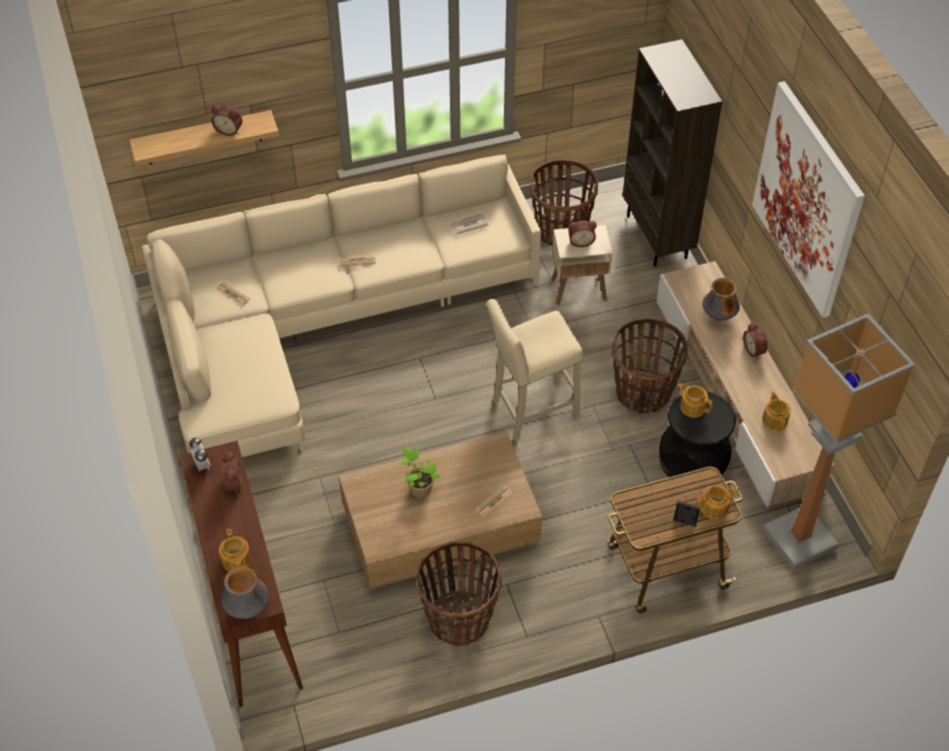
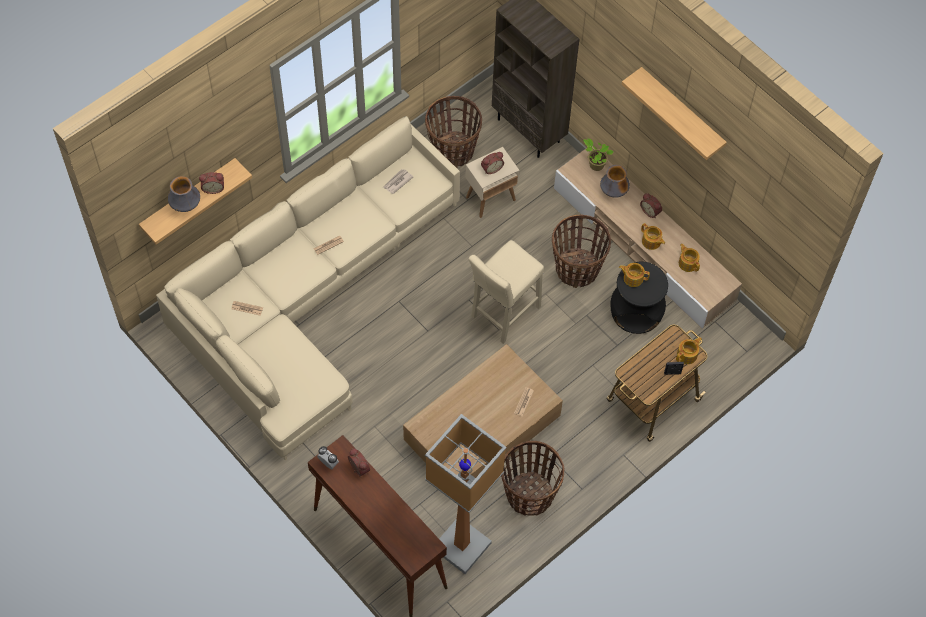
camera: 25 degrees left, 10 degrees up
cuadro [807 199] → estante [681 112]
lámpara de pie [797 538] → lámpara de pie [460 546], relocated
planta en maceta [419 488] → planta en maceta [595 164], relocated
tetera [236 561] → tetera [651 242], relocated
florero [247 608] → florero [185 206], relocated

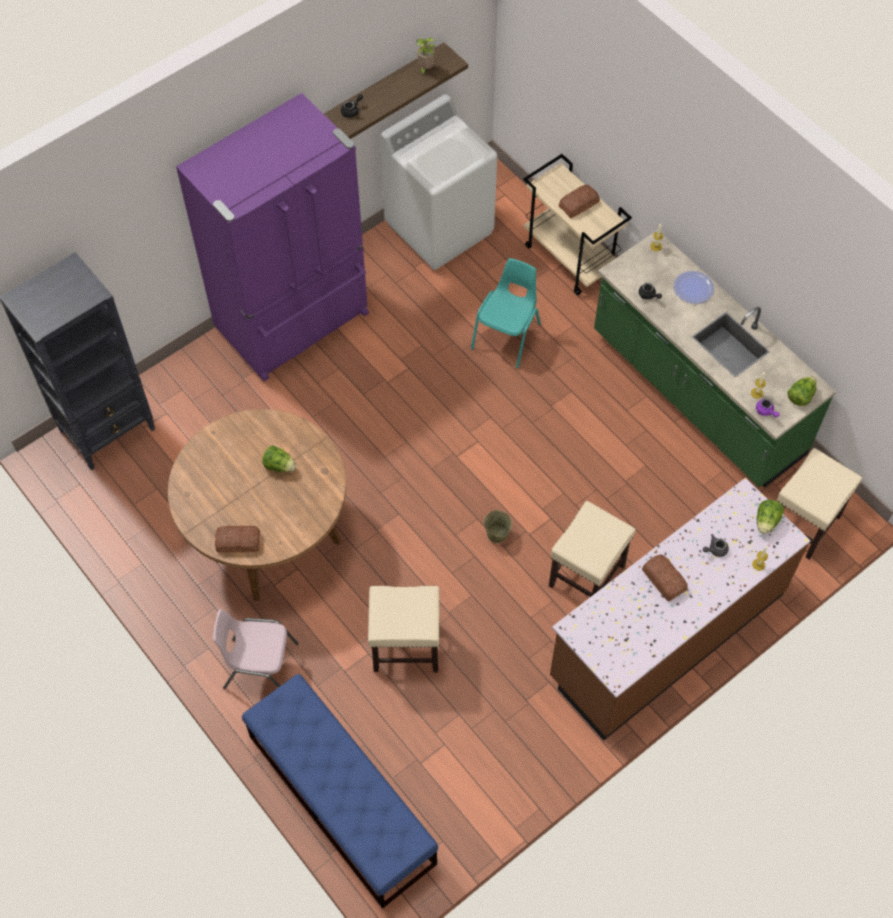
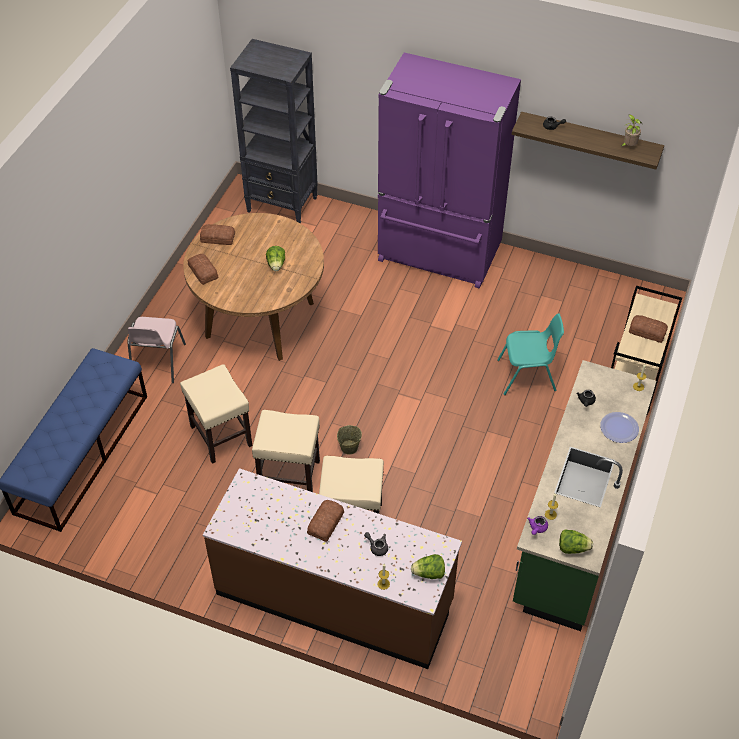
camera: 60 degrees right, 10 degrees down
lavadora/blanco [440 227] → -
taburete/beis [803 523] → taburete/beis [290 475], relocated
silla/rosa [259 666] → silla/rosa [157 362], 150 degrees counterclockwise
- → pan [218 238]

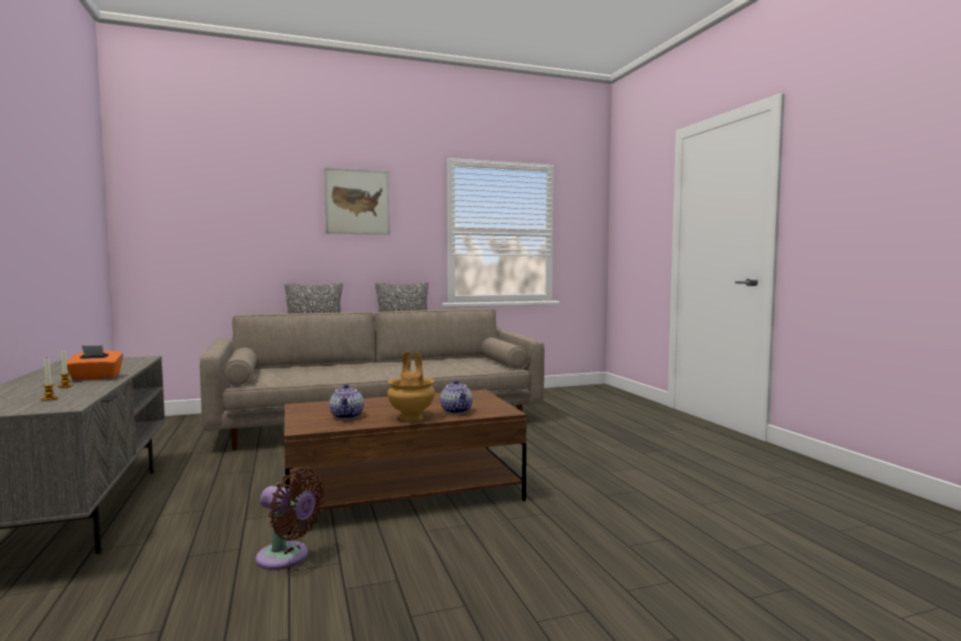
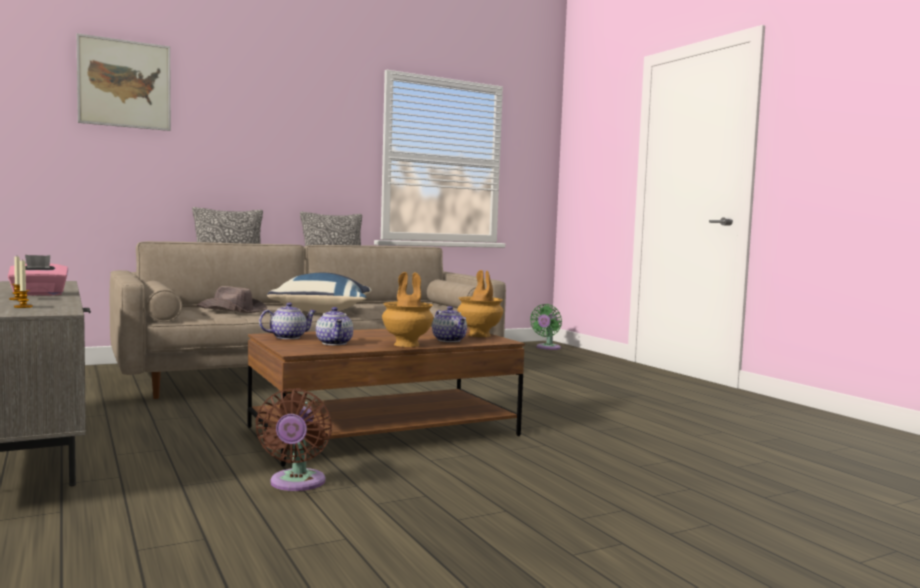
camera: 10 degrees left, 0 degrees up
cuadro [357 202] → cuadro [125 84], relocated
caja de pañuelos/naranja [95 378] → caja de pañuelos/rosa [39 294]
ventilador/marrón [287 558] → ventilador/marrón [296 483], 75 degrees clockwise
- → florero/marrón [480 335]
- → cojín/azul [323 312]
- → sombrero/marrón [232 310]
- → tetera [288 337]
- → ventilador/verde [547 348]

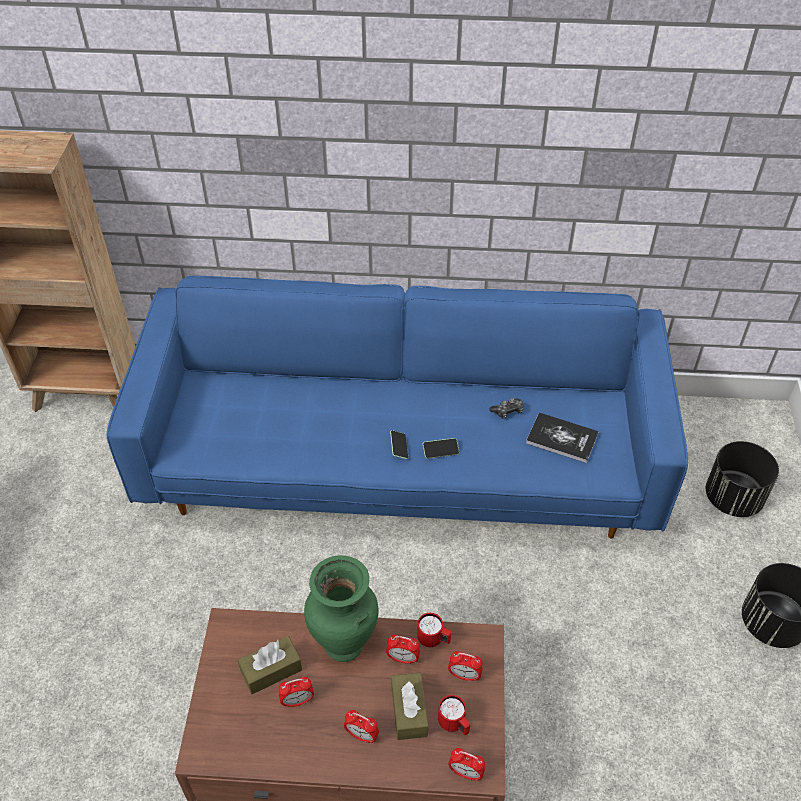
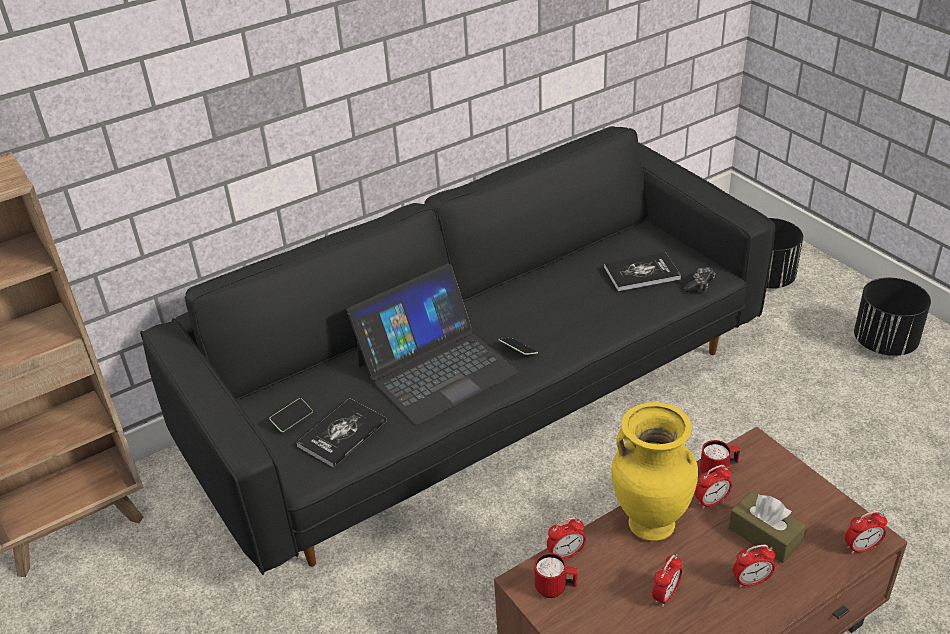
camera: 35 degrees left, 10 degrees down
sofá/azul [401 460] → sofá/negro [480 397]
mando de consola [508 411] → mando de consola [699 285], relocated
móvil [440 451] → móvil [292 419], relocated
florero/verde [345 643] → florero/amarillo [650 524]
caja de pañuelos/marrón [271 670] → -
despertador [464 675] → despertador [566 554], relocated
taza grande/rojo [454 724] → taza grande/rojo [555 589], relocated
- → portátil [435 368]
- → libro [342 434]

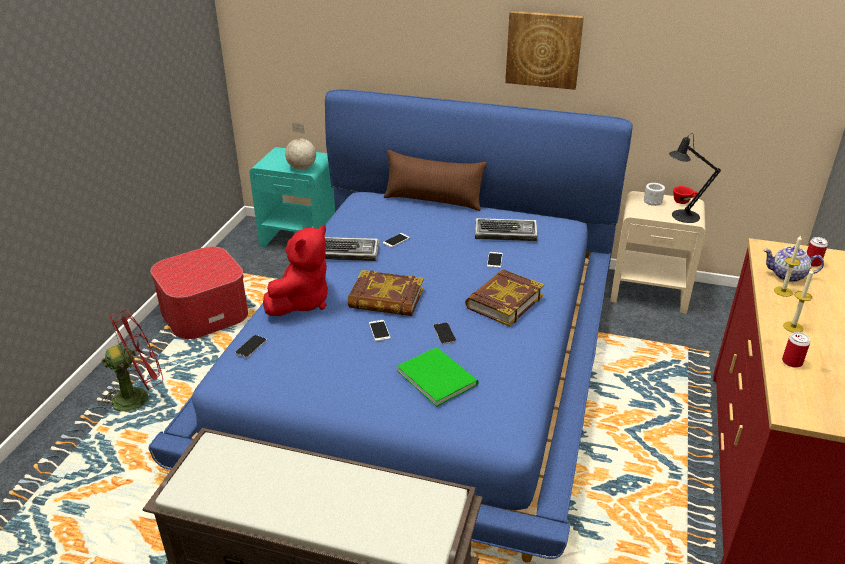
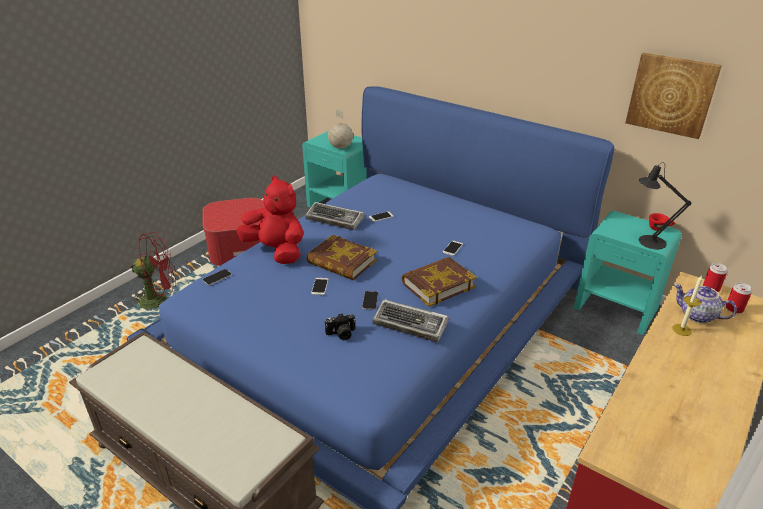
camera: 20 degrees right, 0 degrees up
cuadro [543 49] → cuadro [671 95], relocated
cojín/marrón [433 201] → -
taza grande/blanco [651 200] → -
mesita de noche/beis [650 292] → mesita de noche/turquesa [616 308]
teclado [506 233] → teclado [411 324], relocated
peluche/rojo [301 302] → peluche/rojo [276 251], 105 degrees counterclockwise
vela [793 327] → -
lata [792 362] → lata [711 288], relocated
libro/verde [437 376] → cámara [341 334]

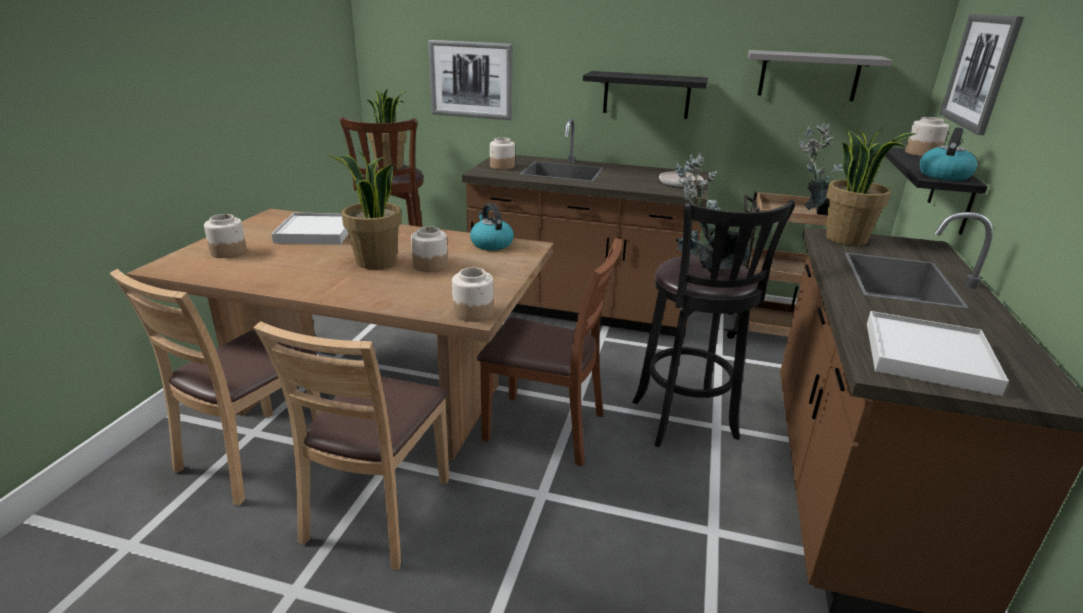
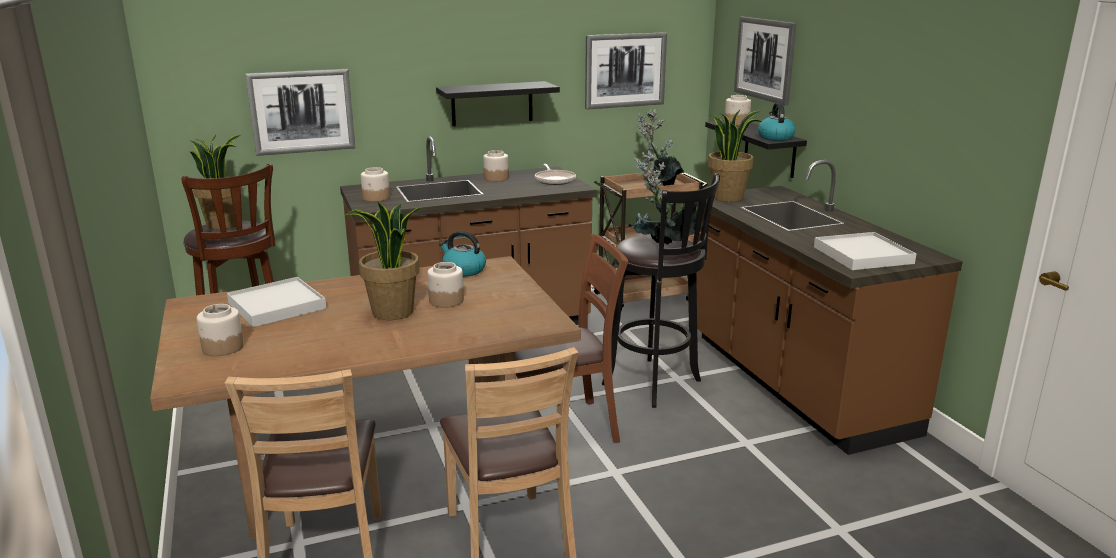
camera: 35 degrees left, 5 degrees down
estante/gris [809 75] → cuadro [625 70]
tarro [473 312] → tarro [496 178], relocated

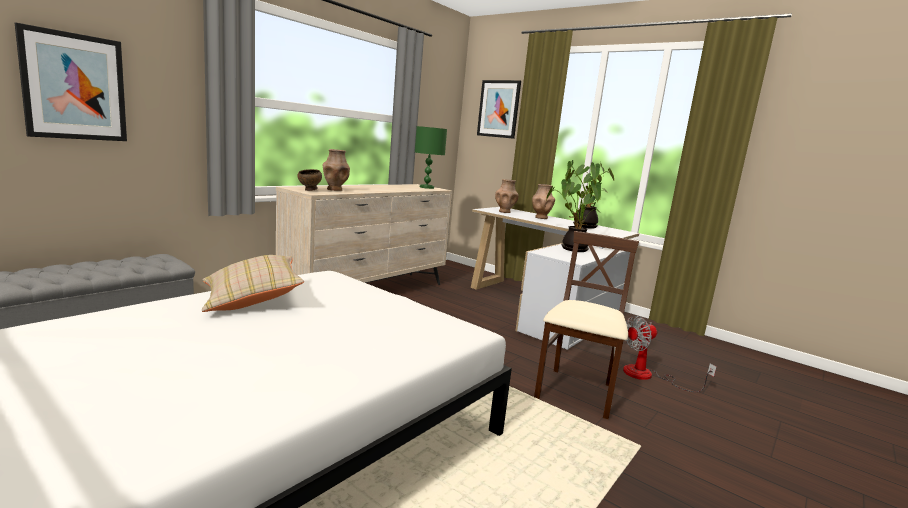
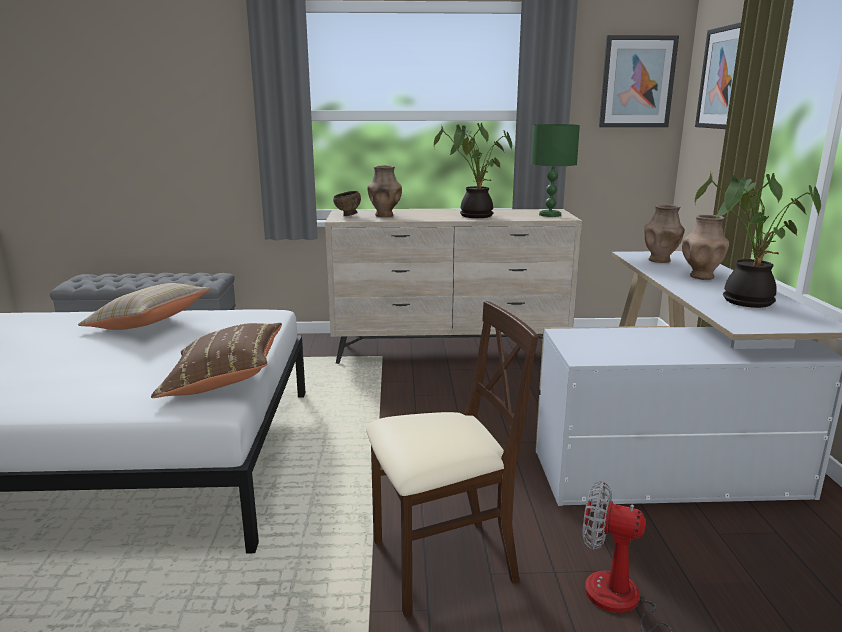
camera: 50 degrees right, 5 degrees up
cuadro [74 87] → cuadro [637 82], relocated
planta en maceta [571 249] → planta en maceta [474 215], relocated
- → cojín/marrón [224 380]

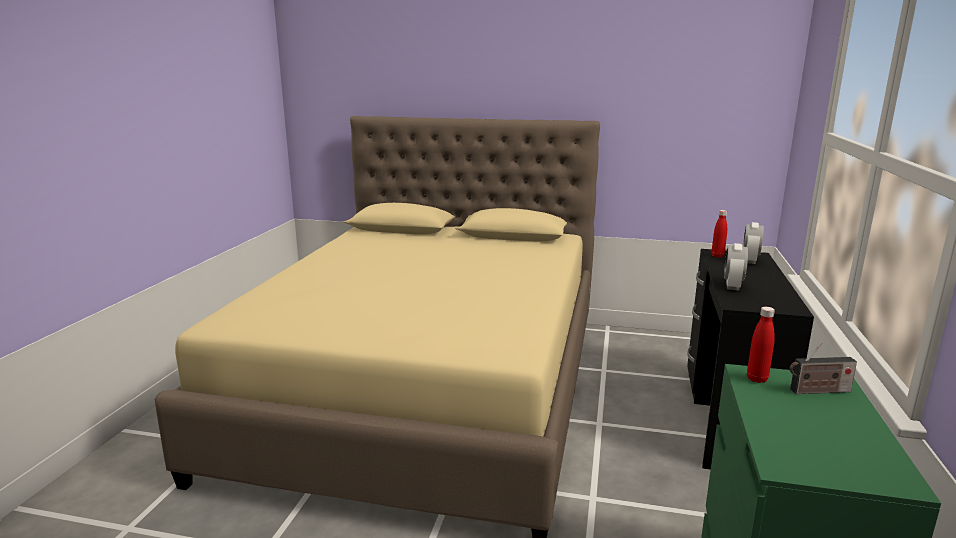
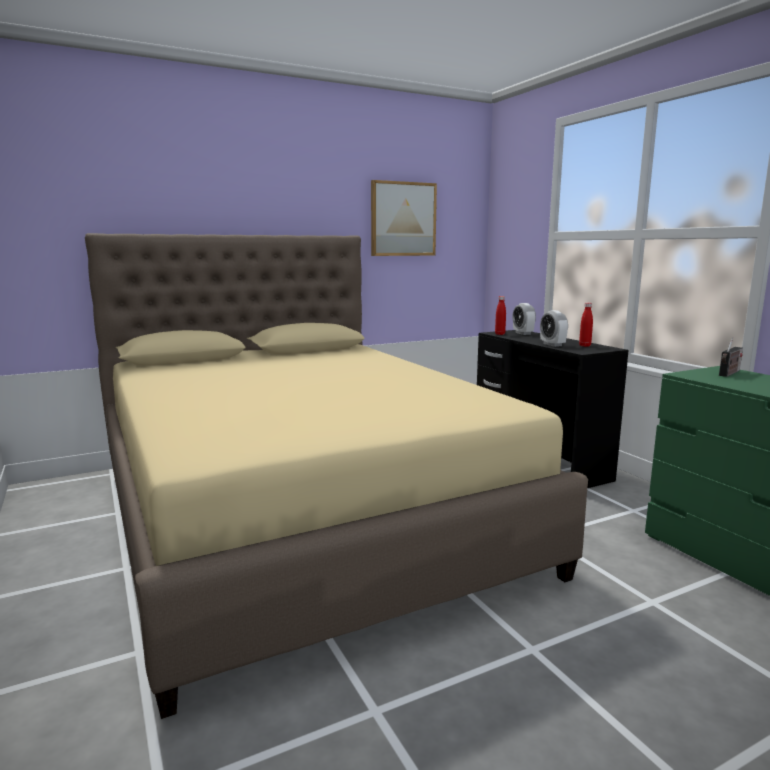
camera: 40 degrees left, 5 degrees down
botella/rojo [757 379] → botella/rojo [585 345], relocated
- → cuadro [403 219]

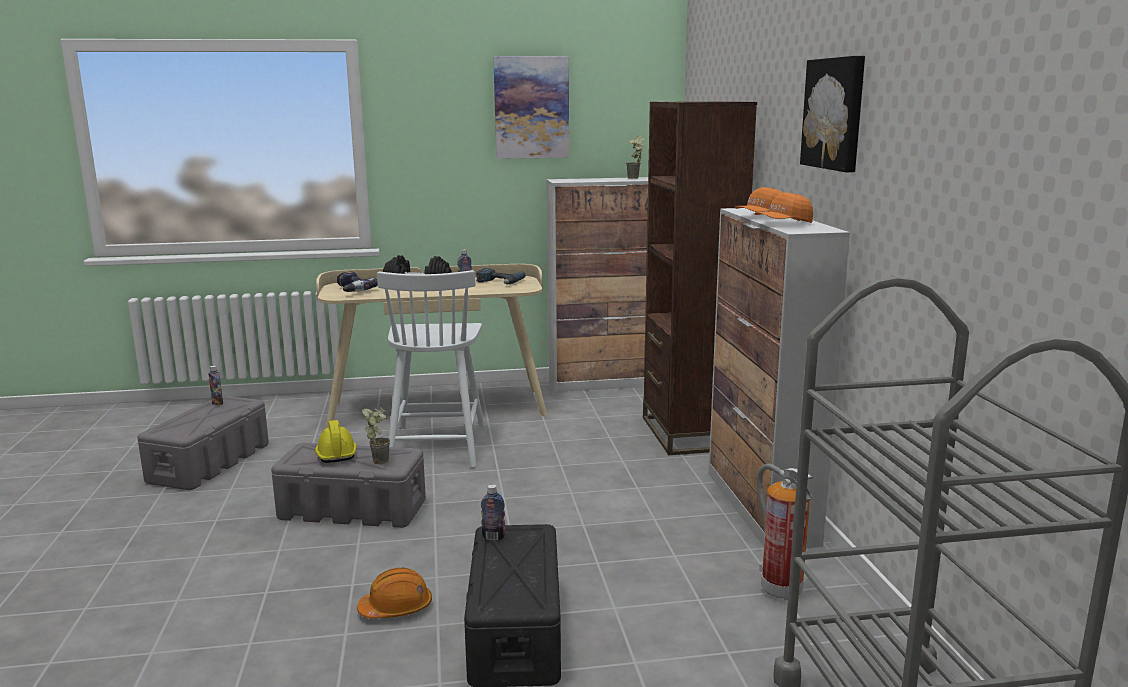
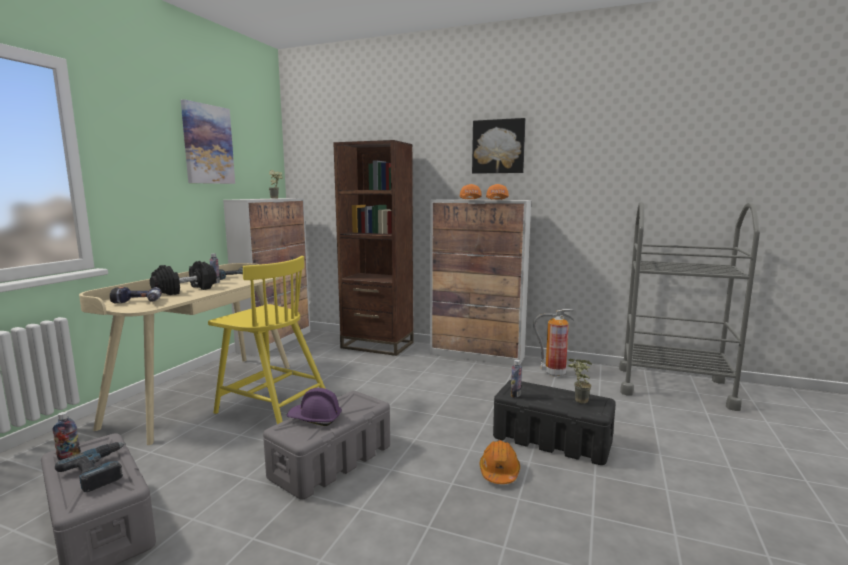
camera: 60 degrees left, 5 degrees down
silla/blanco [437 445] → silla/amarillo [272 408]
planta en maceta [379 459] → planta en maceta [577 400], relocated
casco/amarillo [336 453] → casco/morado [314 418]
- → taladro [100 470]

